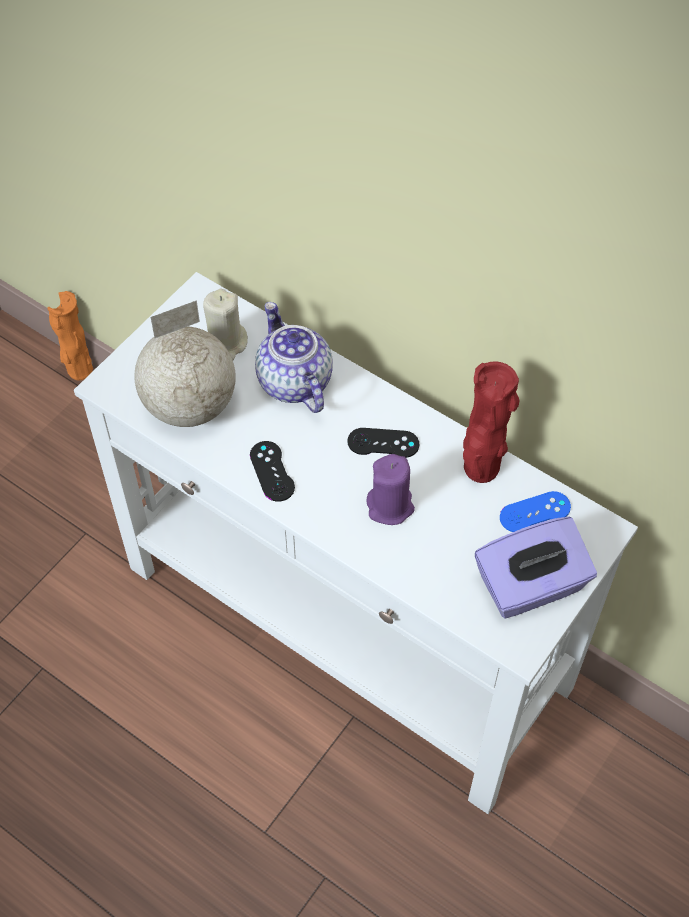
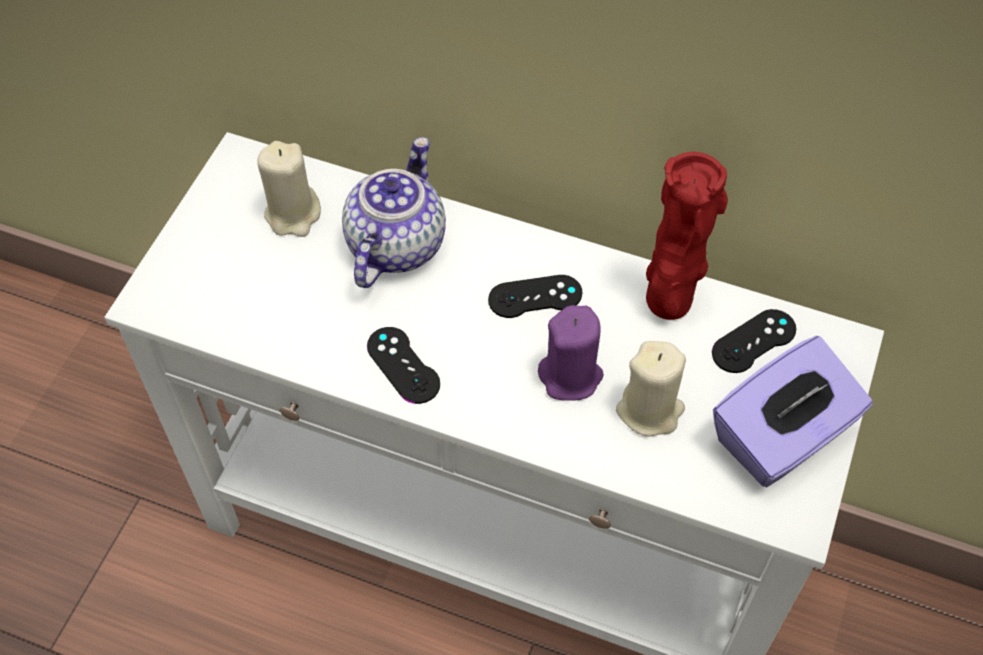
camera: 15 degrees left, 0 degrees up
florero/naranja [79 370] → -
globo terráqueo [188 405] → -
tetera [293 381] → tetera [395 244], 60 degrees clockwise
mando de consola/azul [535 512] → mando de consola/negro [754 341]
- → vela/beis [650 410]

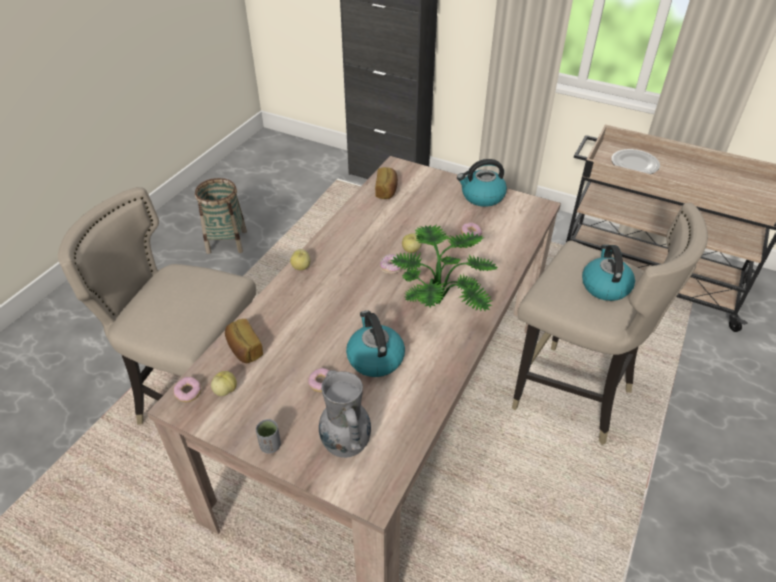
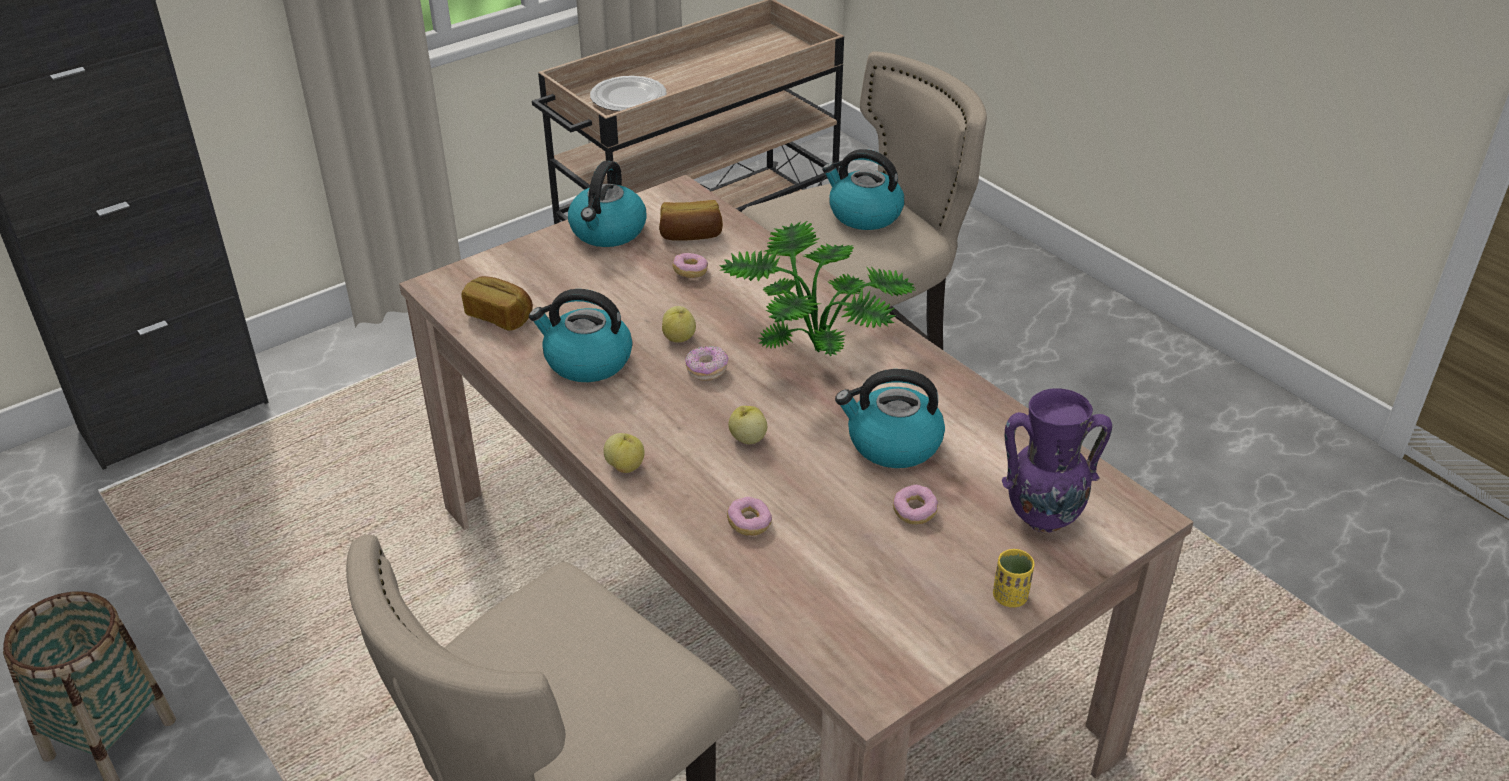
camera: 65 degrees left, 5 degrees down
pan [244 349] → pan [690 235], relocated
florero/gris [346 444] → florero/morado [1041 517]
manzana [225 390] → manzana [747 439], relocated
rosquilla [188 393] → rosquilla [749 524], relocated
taza/gris [270 445] → taza/amarillo [1010 597]
- → hervidor [586 361]

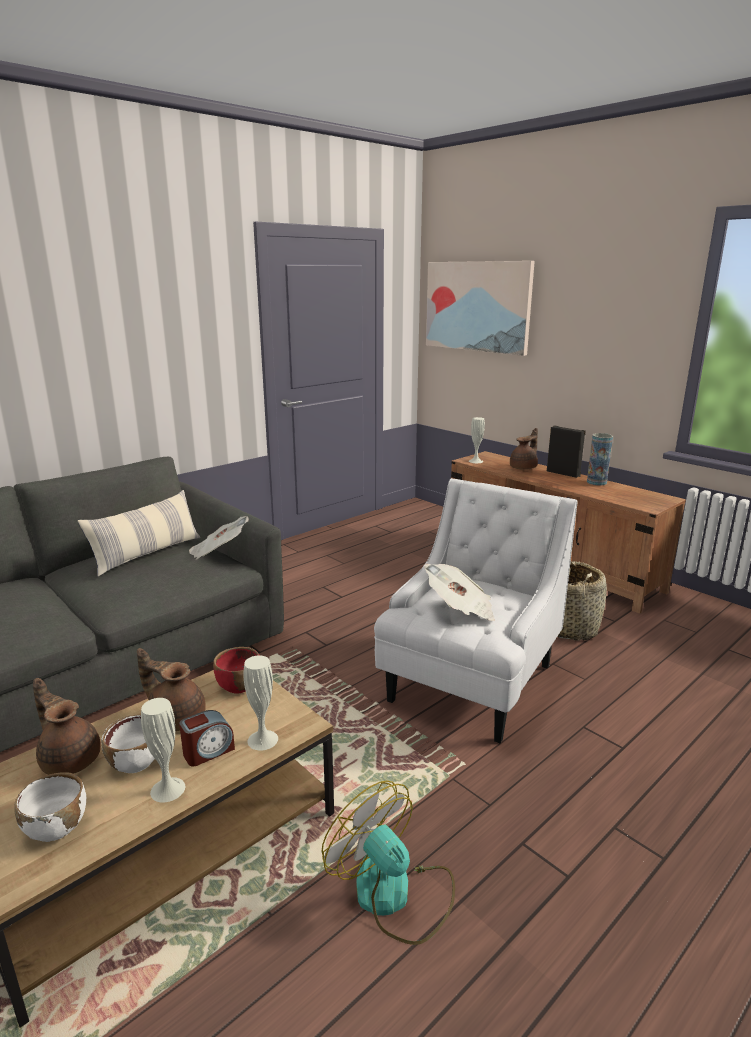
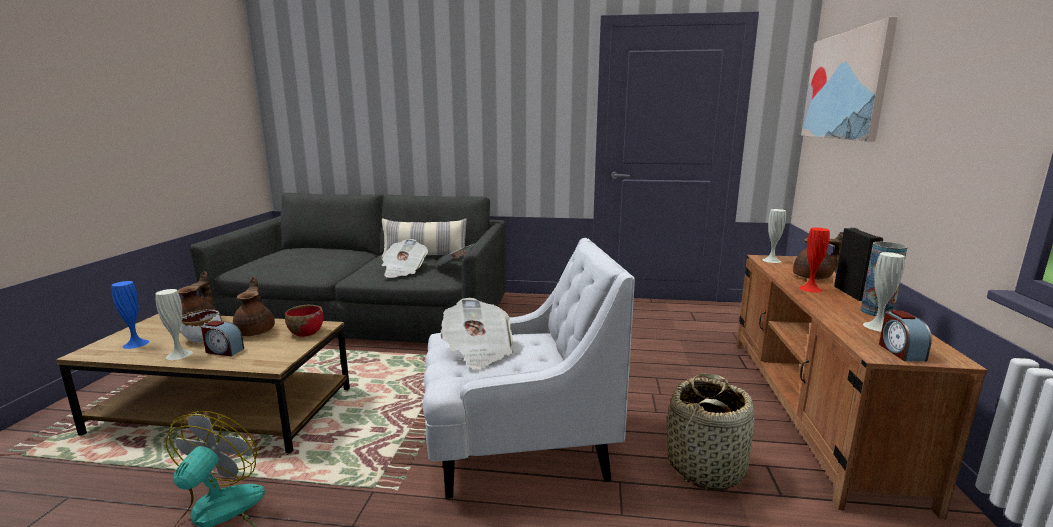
camera: 50 degrees right, 5 degrees down
florero/blanco [262 739] → florero/blanco [877 326], relocated
cuenco/blanco [56 827] → florero/azul [136 344]
- → florero/rojo [810 289]
- → periódico [403 271]
- → despertador [900 351]

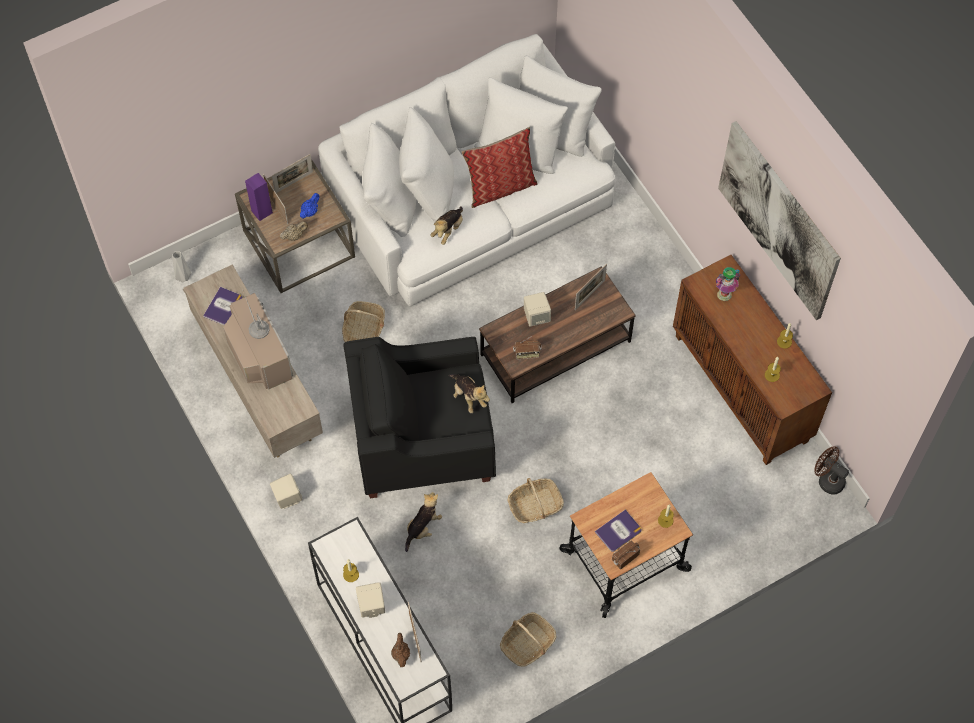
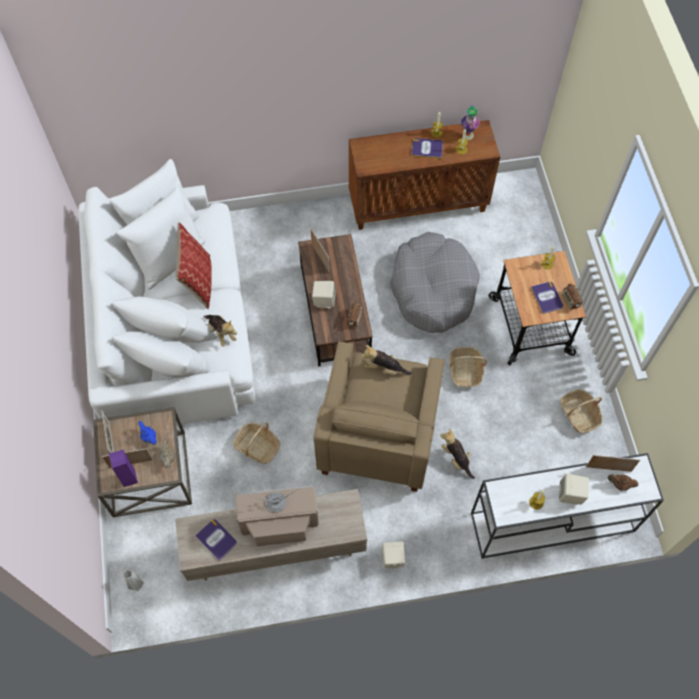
camera: 70 degrees left, 0 degrees up
cuadro [778 220] → -
florero [724 294] → florero [467 135], relocated
sillón/negro [422 440] → sillón/beis [378 434]
peluche [468 397] → peluche [384 368], 150 degrees counterclockwise
ventilador/marrón [827 479] → -
- → libro [427 148]
- → cama para perro/gris [433 289]

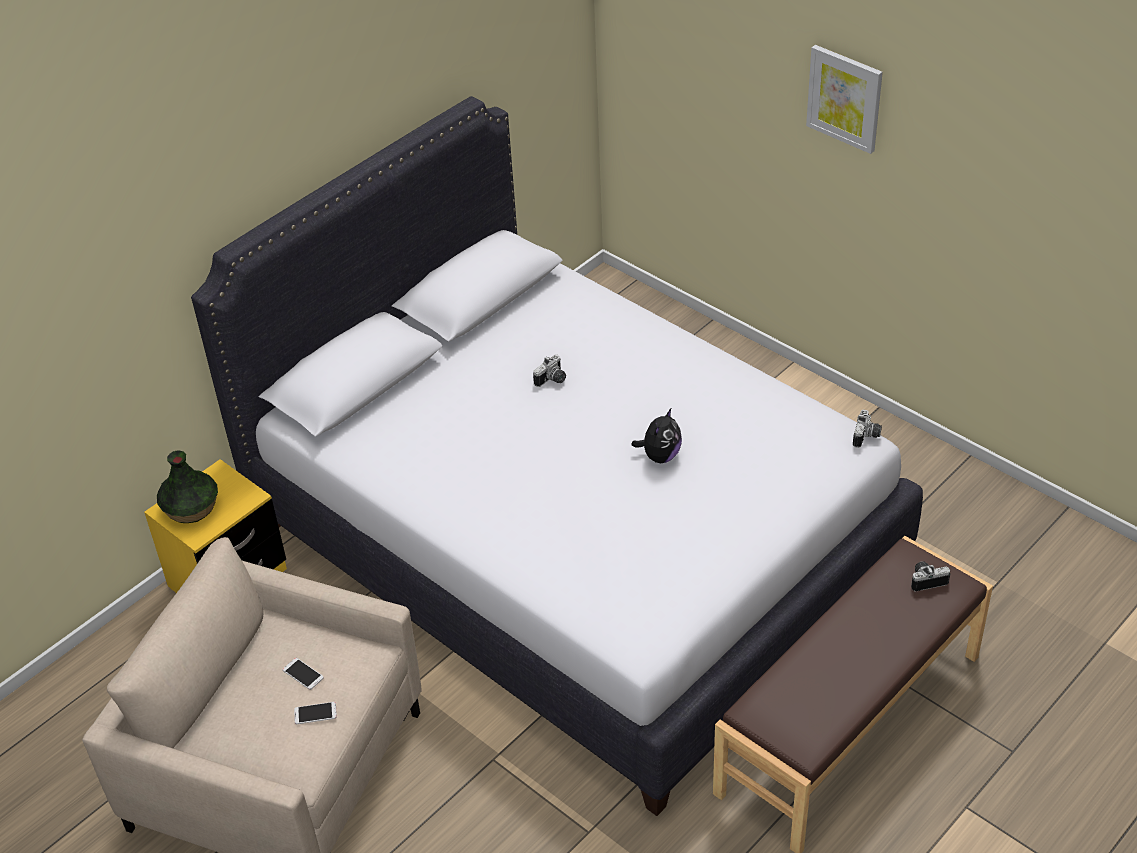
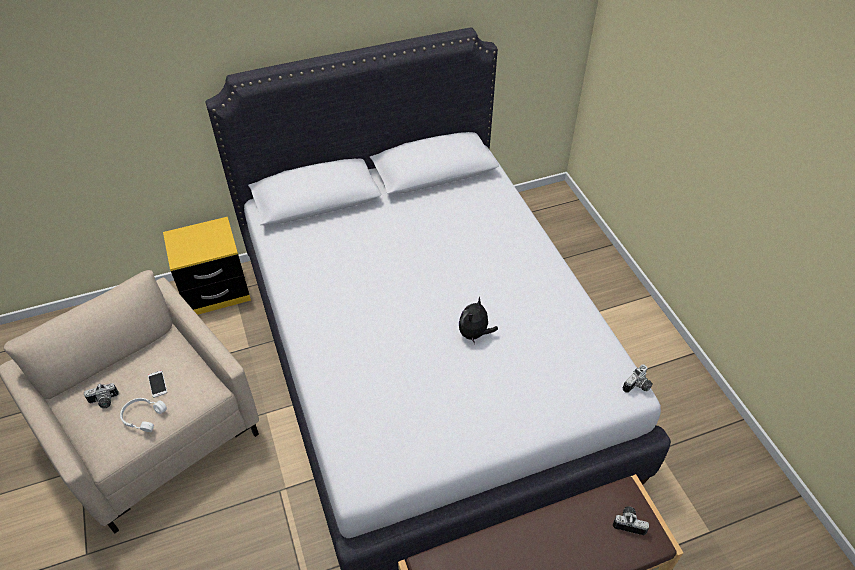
camera: 25 degrees right, 5 degrees up
cuadro [845 98] → -
cámara [552 380] → cámara [104 402], relocated
peluche [660 456] → peluche [474 334], 150 degrees clockwise
florero [192 508] → -
móvil [315 713] → auriculares/blanco [143 416]

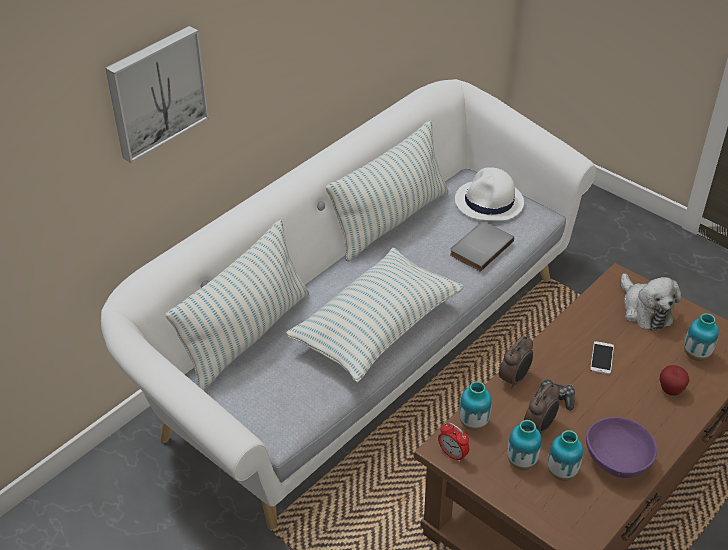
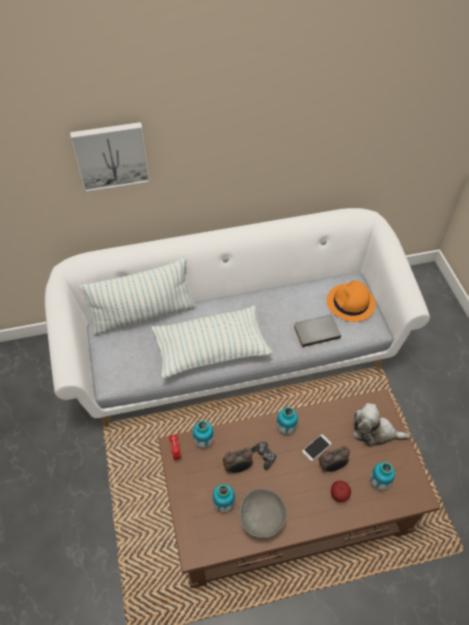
camera: 35 degrees right, 10 degrees up
cojín [390 221] → -
sombrero/blanco [489 202] → sombrero/naranja [350 303]
peluche [644 310] → peluche [374 432], 90 degrees clockwise
despertador [514 379] → despertador [332 467], relocated
cuenco/morado [617 462] → cuenco/gris [261 520]
florero [521 462] → florero [286 428], relocated

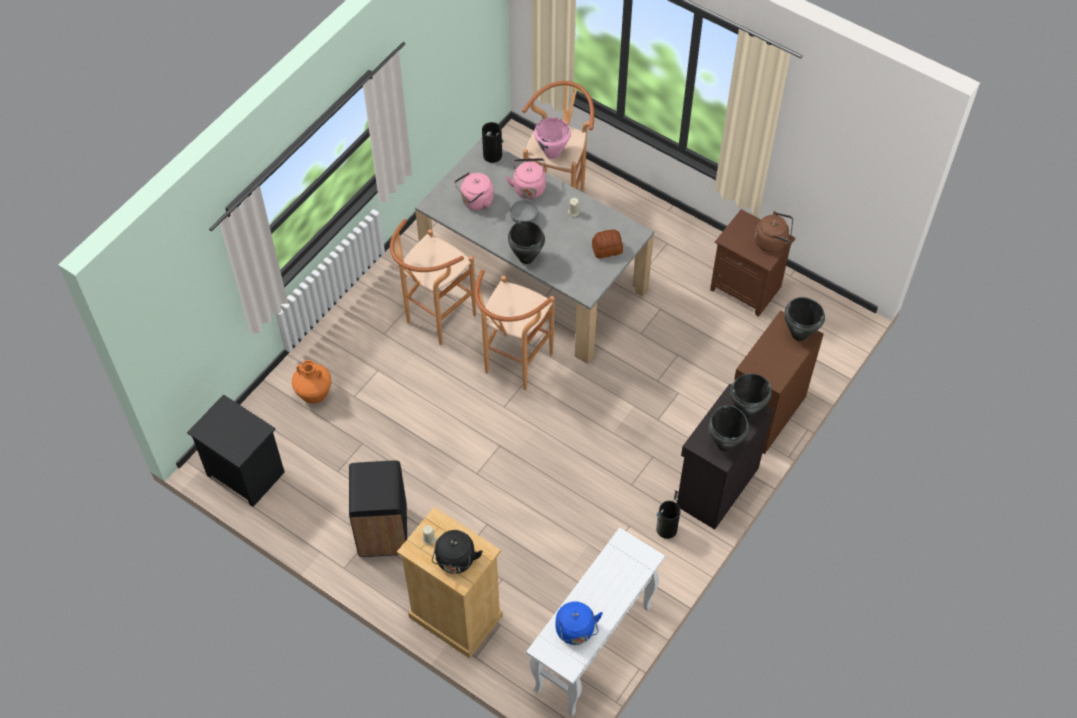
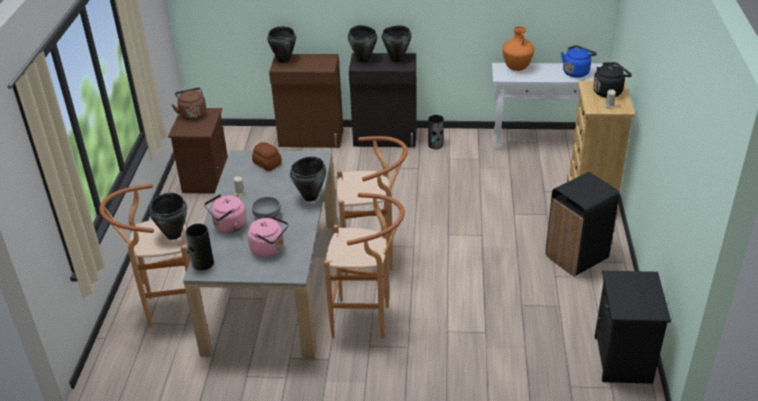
camera: 120 degrees left, 20 degrees down
olla/rosa [552 154] → olla/negro [174 234]
florero/naranja [315 395] → florero/naranja [516 68], relocated

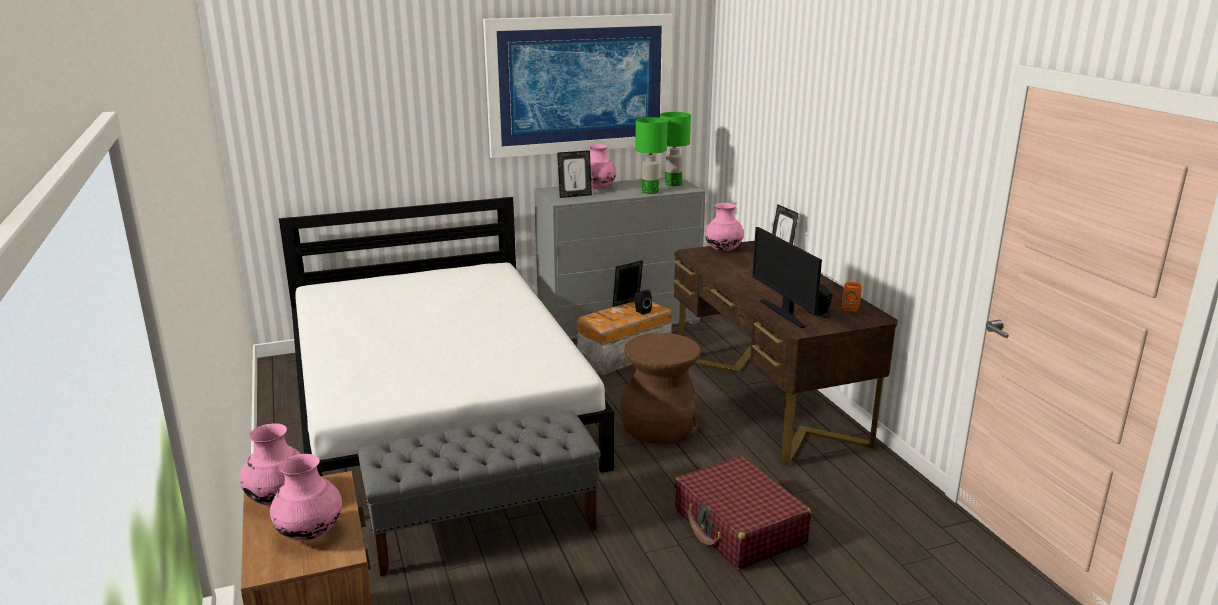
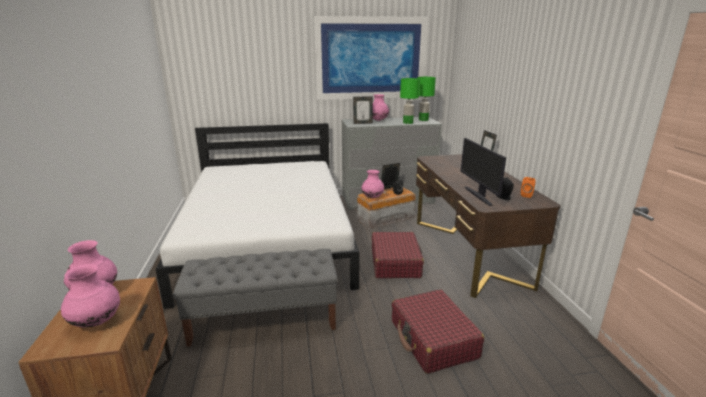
camera: 10 degrees right, 0 degrees up
florero/rosa [723 250] → florero/rosa [372 197], relocated
taburete/marrón [659 426] → maleta/rojo [395 263]

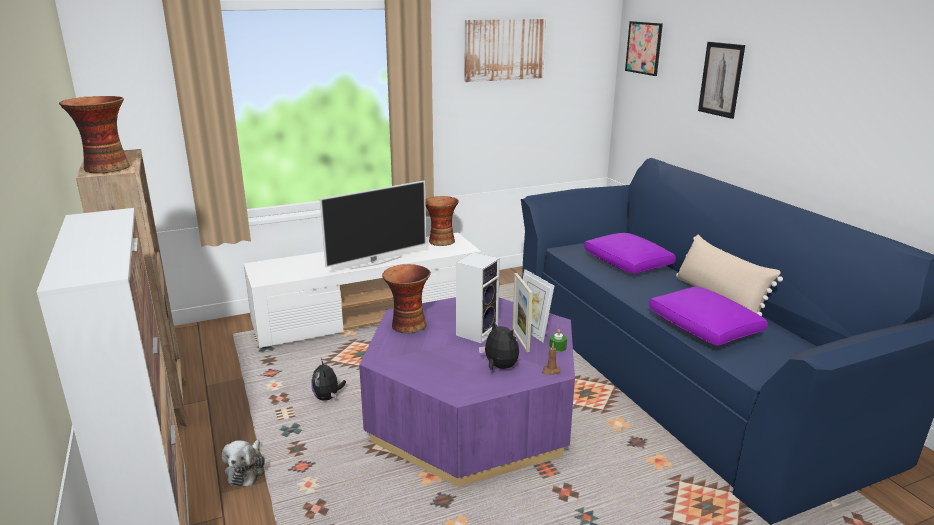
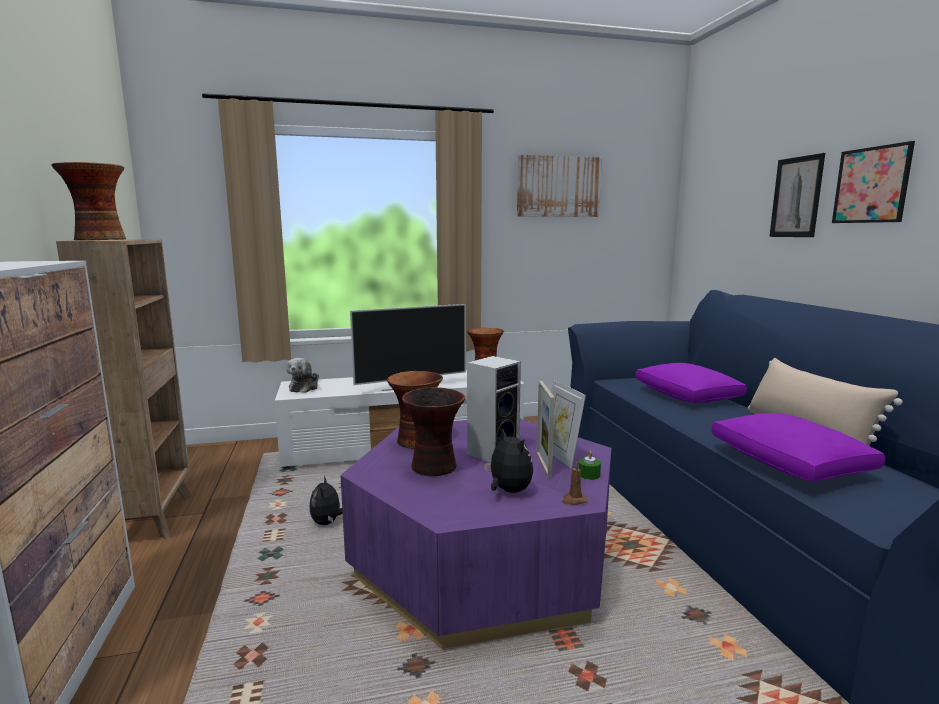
camera: 10 degrees right, 10 degrees down
cuadro [643 48] → cuadro [871 185], relocated
peluche [246 470] → peluche [304 387], relocated
- → florero [435 467]

